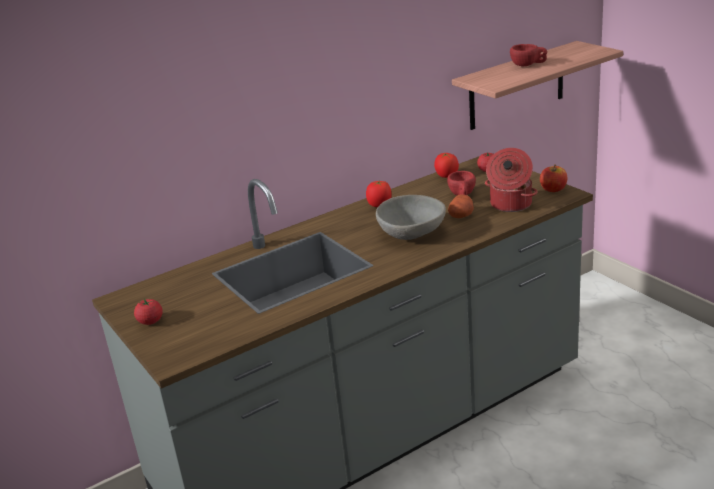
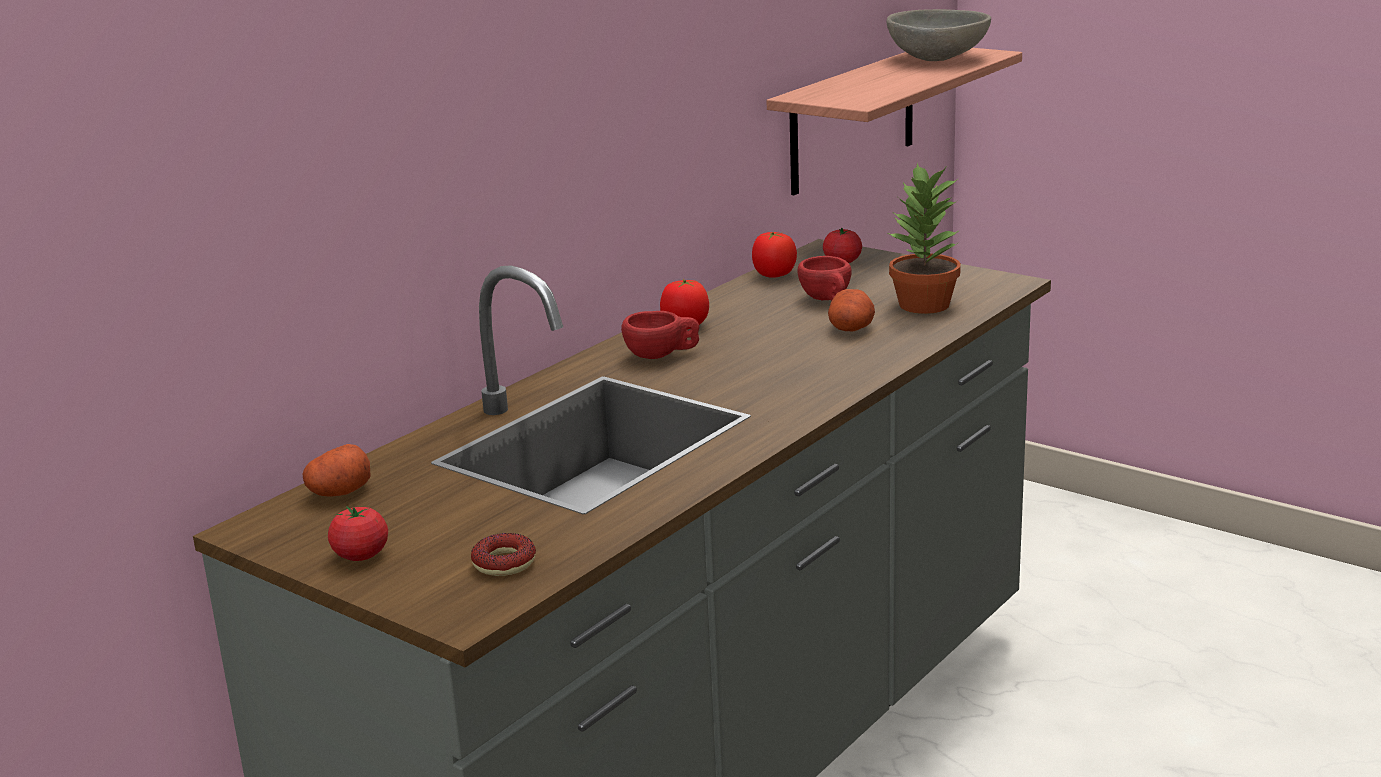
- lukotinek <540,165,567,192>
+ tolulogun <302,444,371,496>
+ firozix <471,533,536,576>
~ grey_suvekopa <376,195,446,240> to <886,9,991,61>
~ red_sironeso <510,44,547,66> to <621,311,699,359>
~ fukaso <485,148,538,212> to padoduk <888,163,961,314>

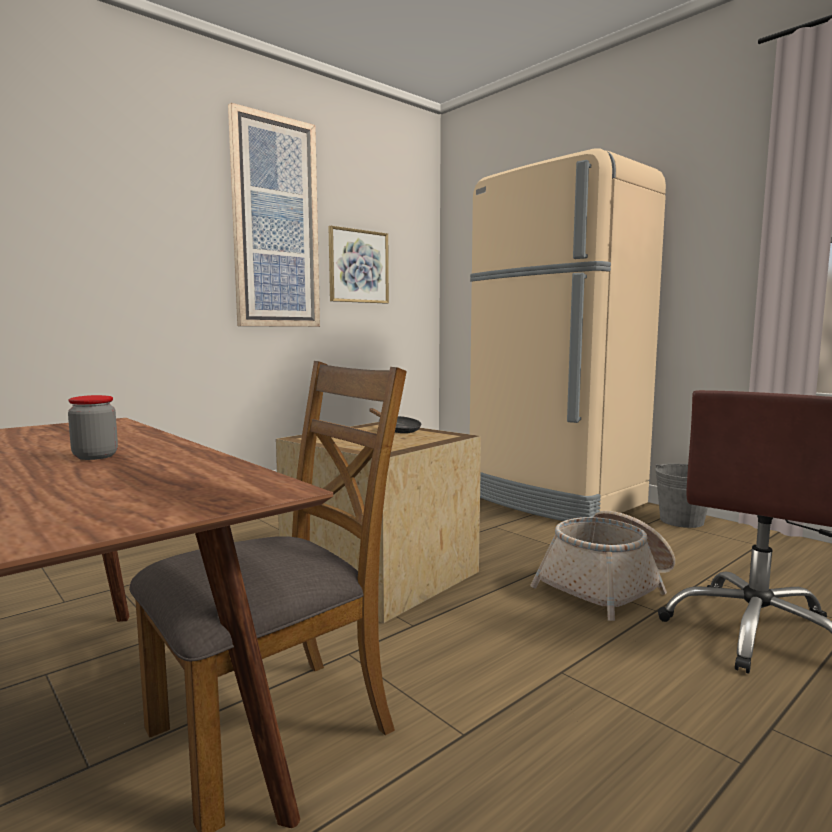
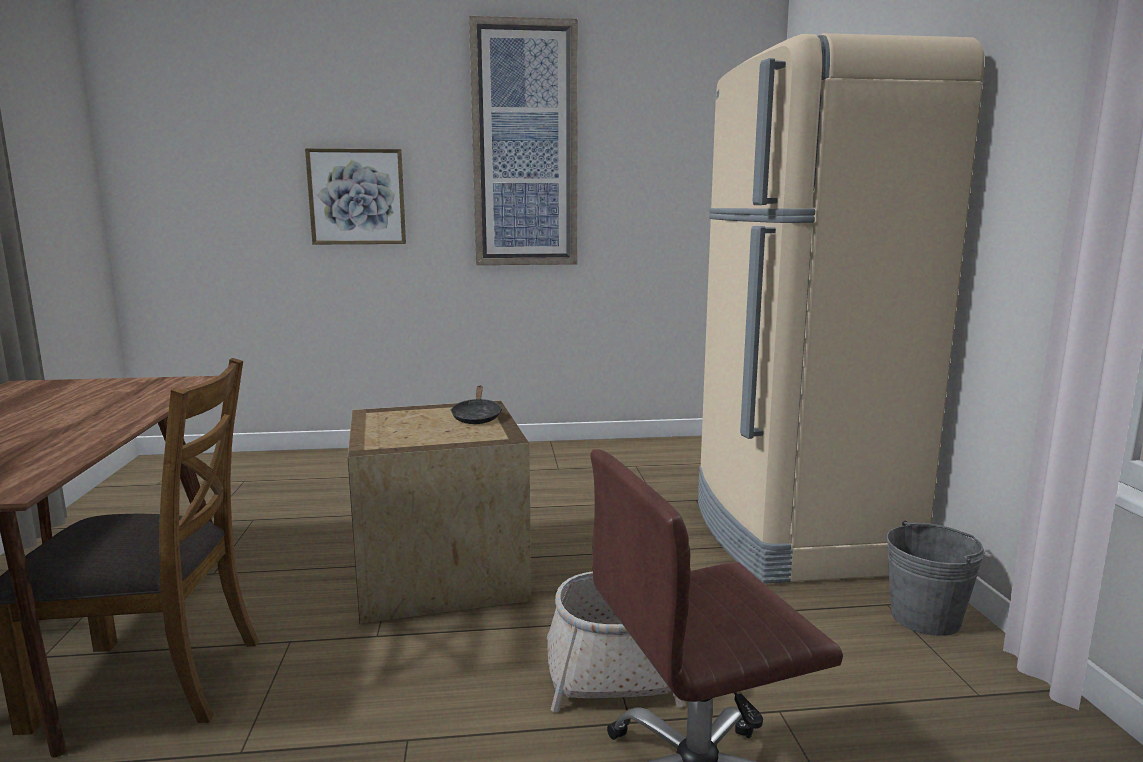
- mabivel <68,395,118,460>
~ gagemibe <328,226,389,304> to <305,148,406,244>

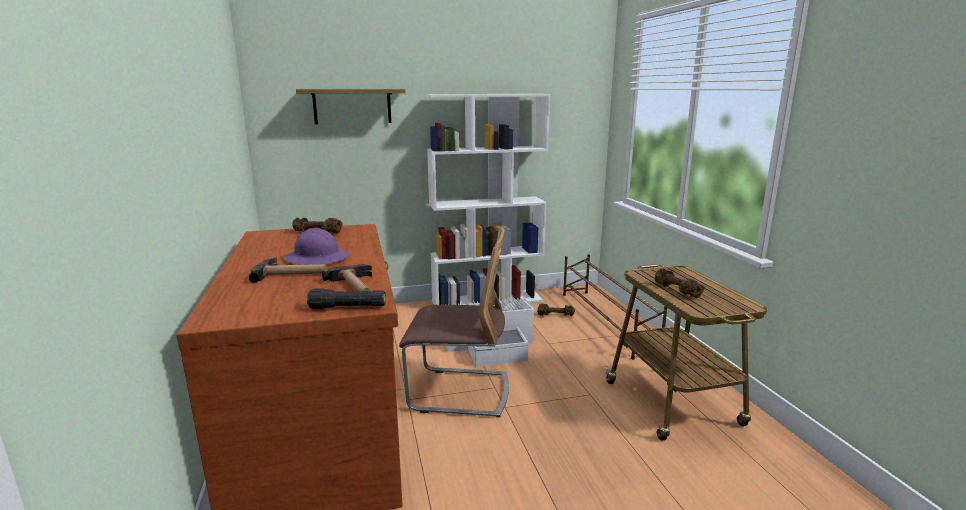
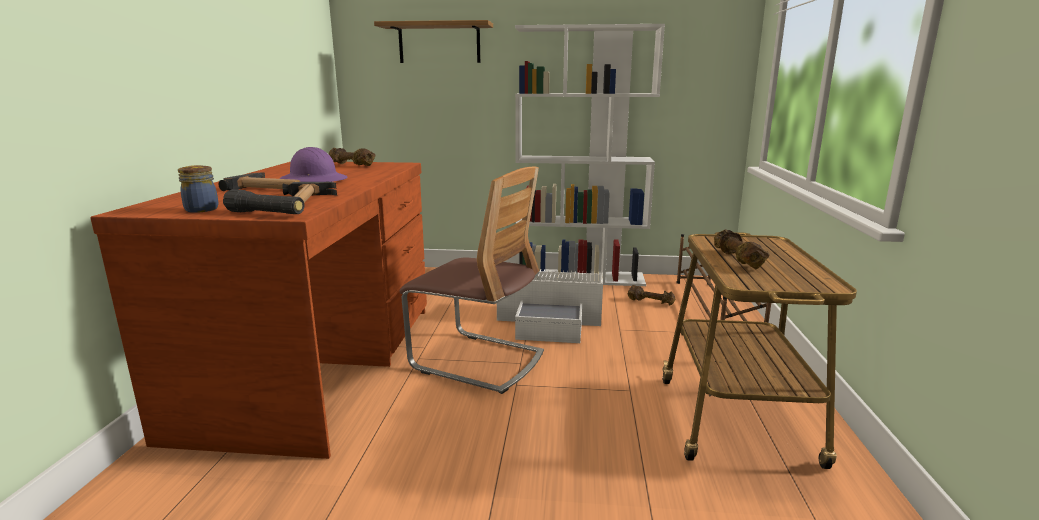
+ mabivel <178,165,219,213>

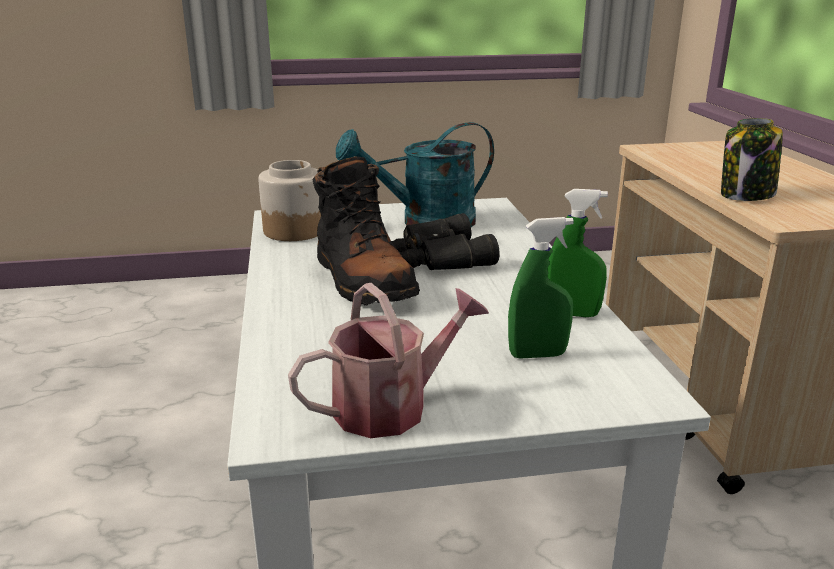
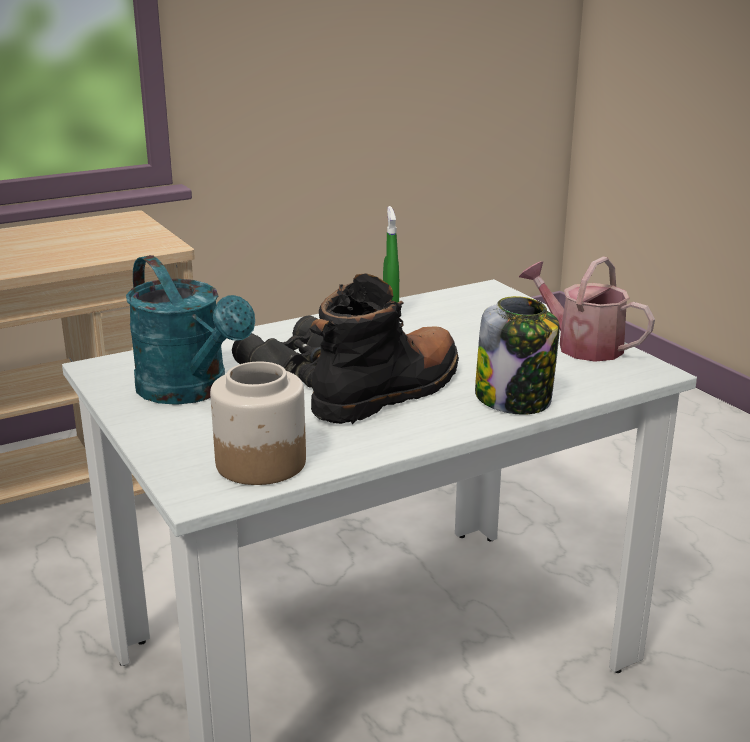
- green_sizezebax <508,217,574,359>
~ mabivel <721,118,783,201> to <475,296,560,415>

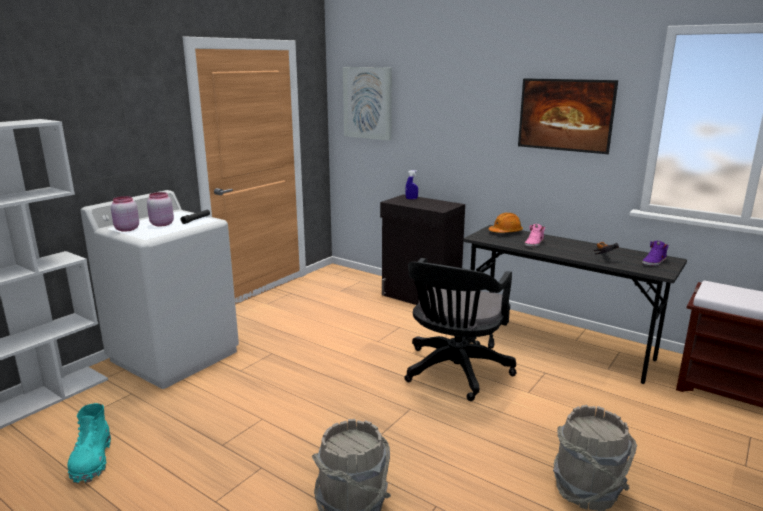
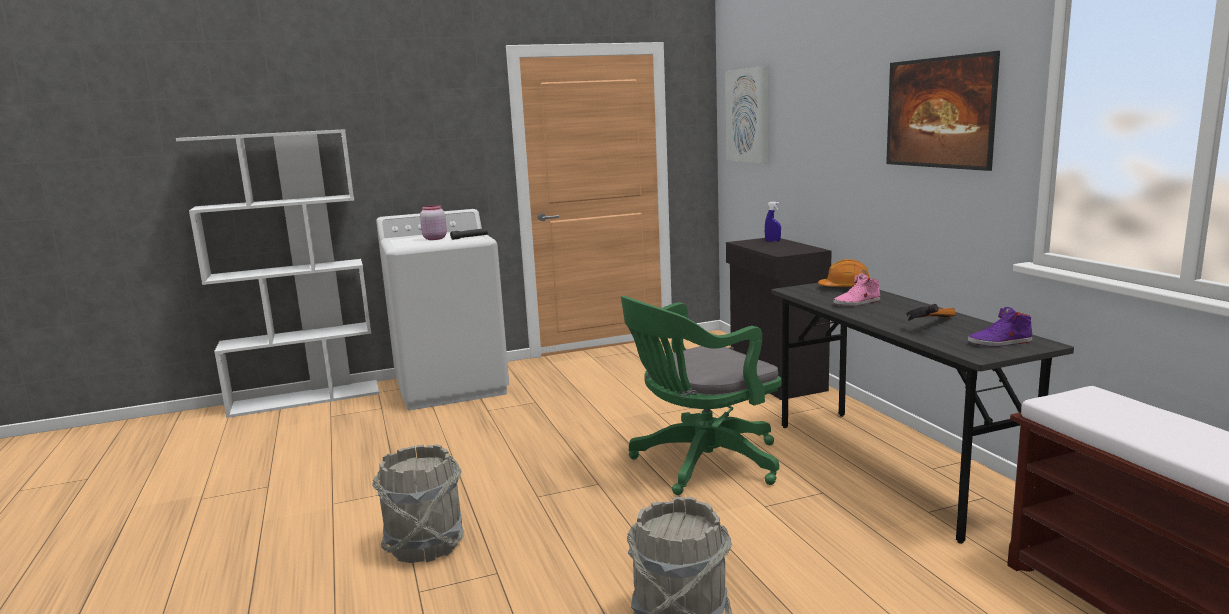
- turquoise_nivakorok <68,403,111,484>
- pink_mabivel <111,196,139,232>
~ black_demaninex <405,258,517,401> to green_demaninex <621,296,781,495>

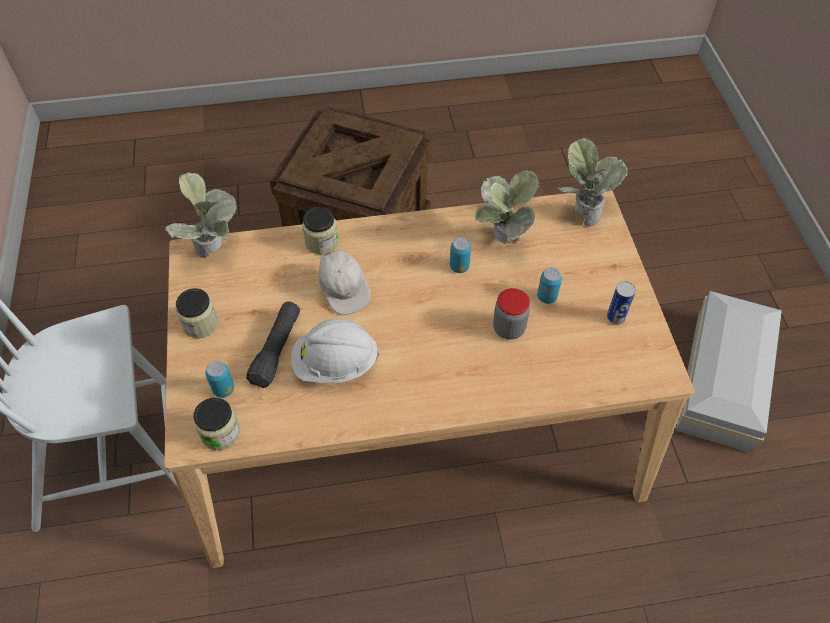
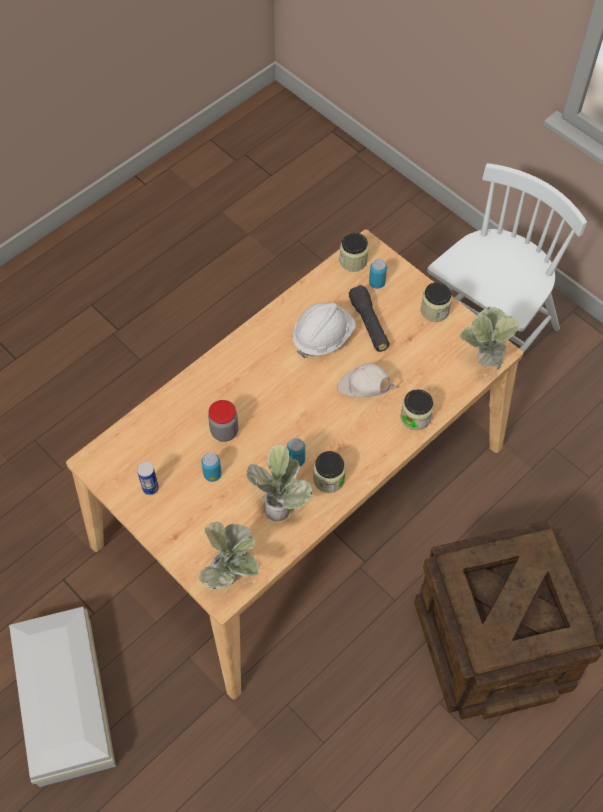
+ mabivel <313,451,346,493>

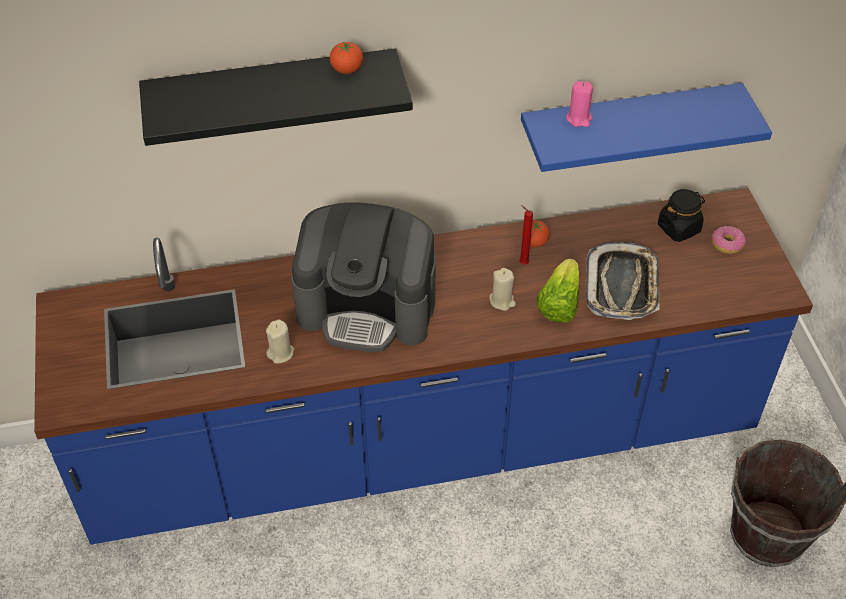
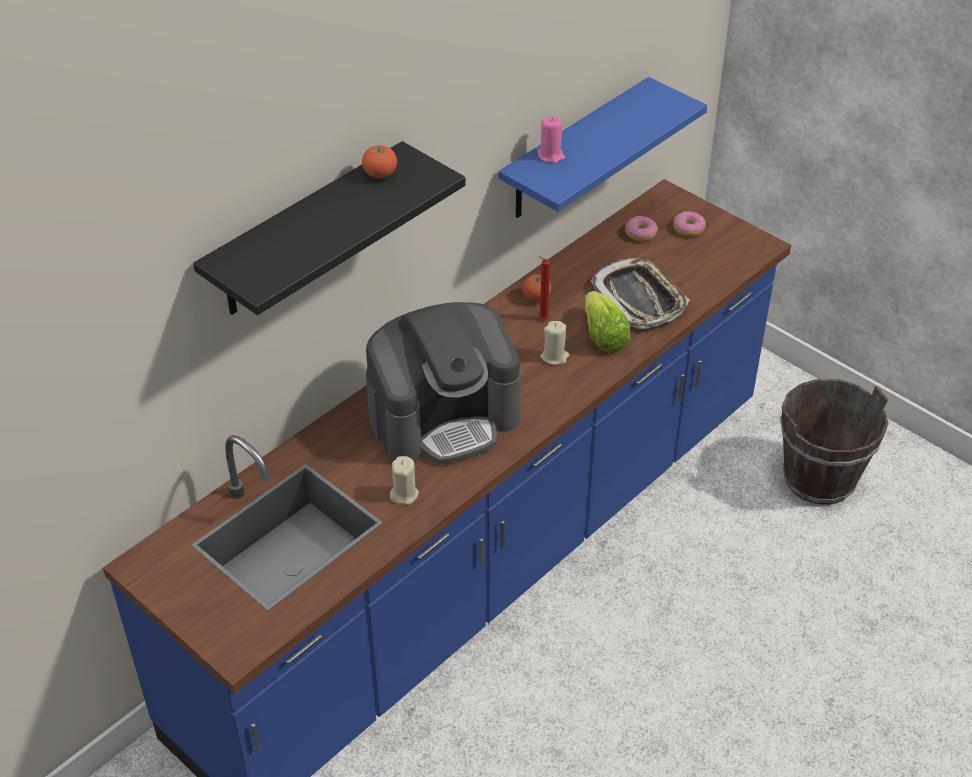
~ black_mabivel <658,189,705,242> to firozix <625,216,658,241>

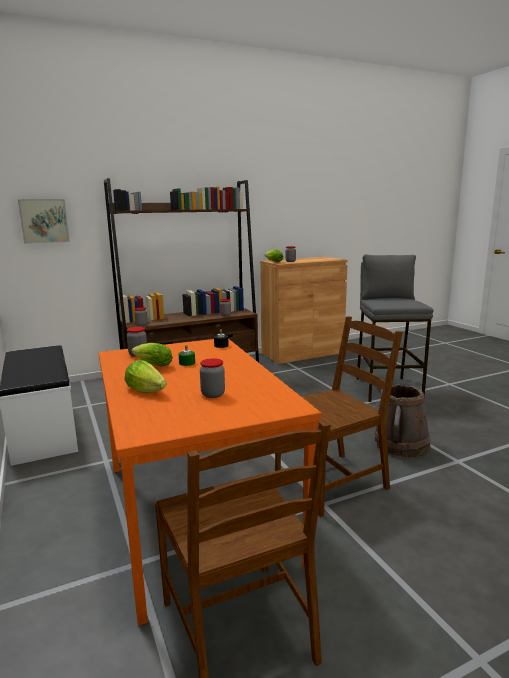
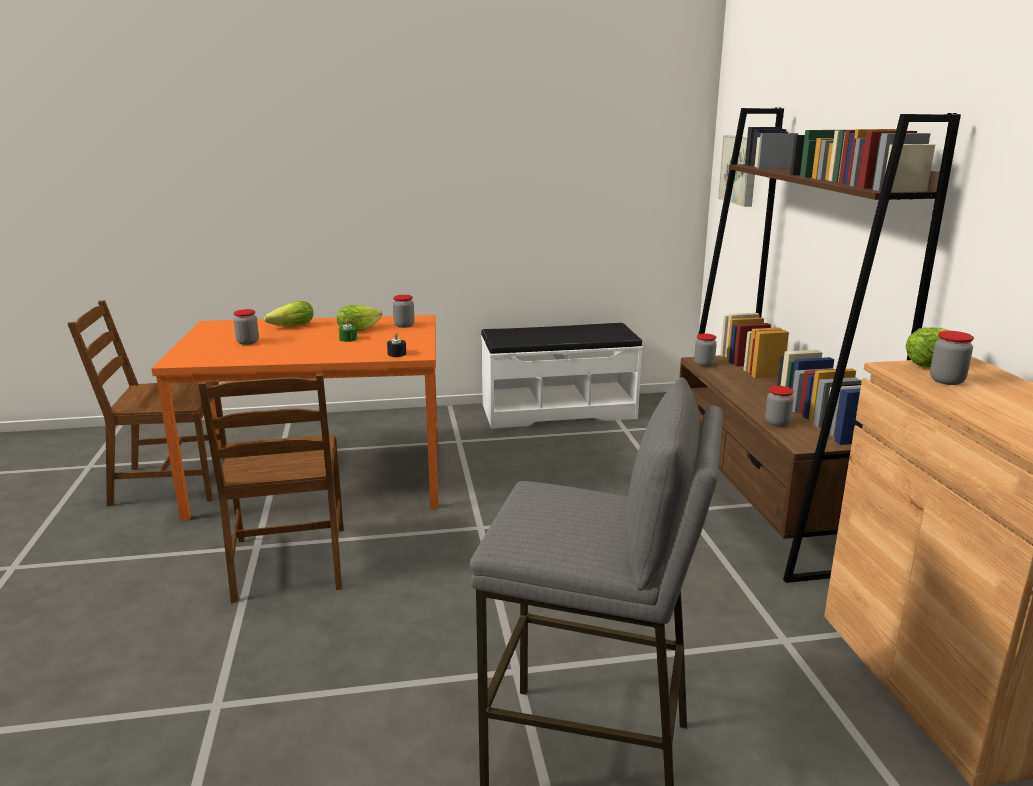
- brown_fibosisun <375,384,431,458>

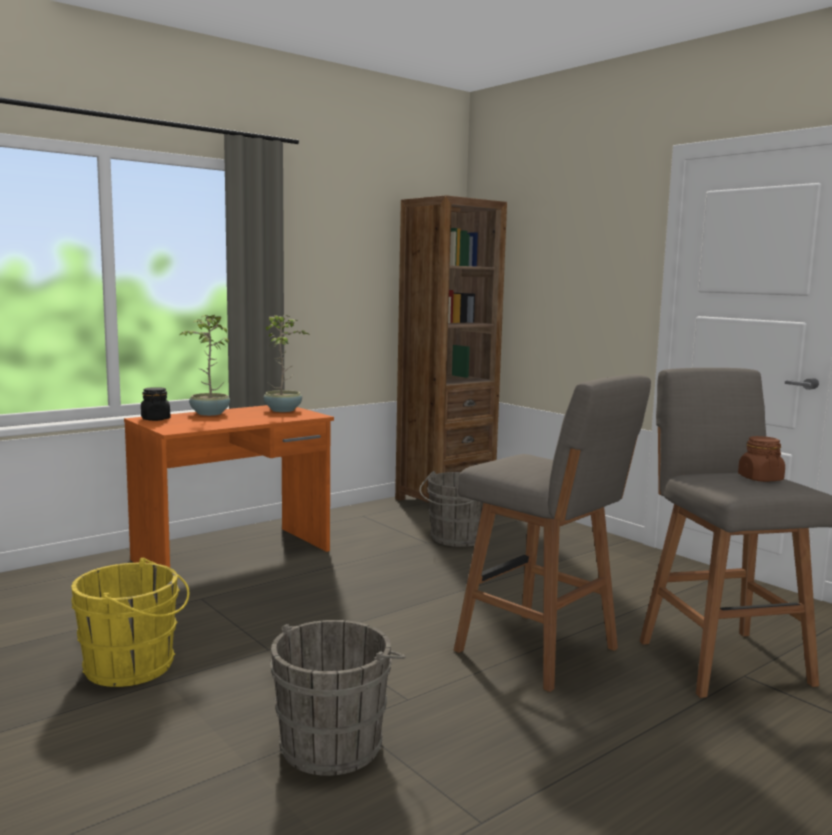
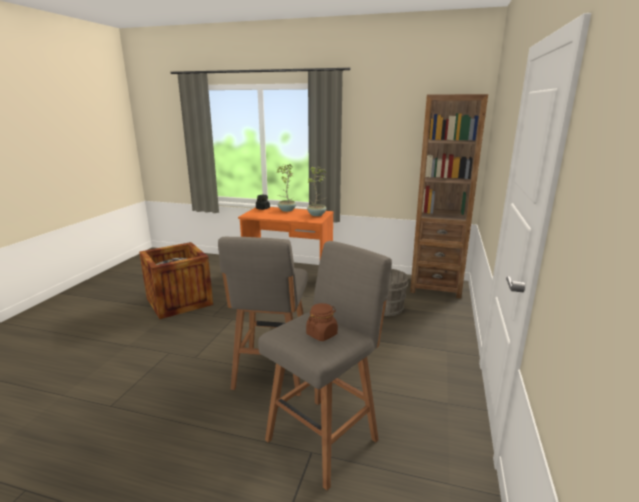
- grey_fibosisun <271,620,406,776>
~ yellow_fibosisun <71,558,189,687> to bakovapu <139,242,213,319>

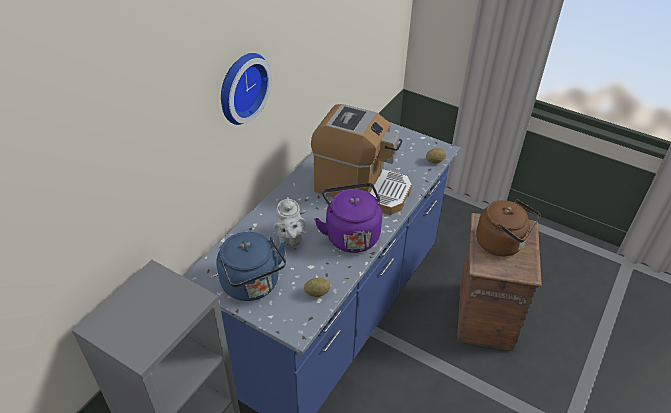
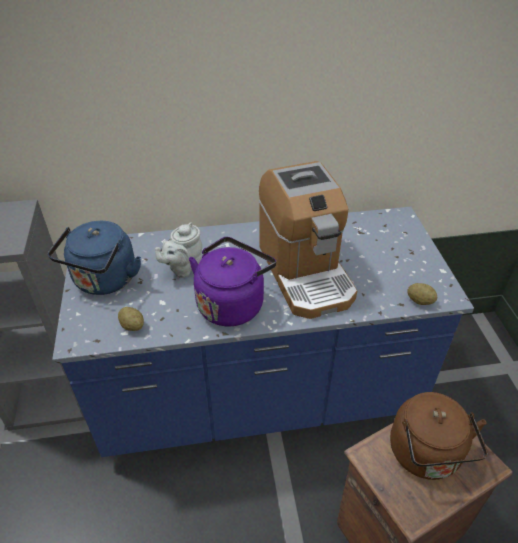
- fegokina <221,53,272,125>

